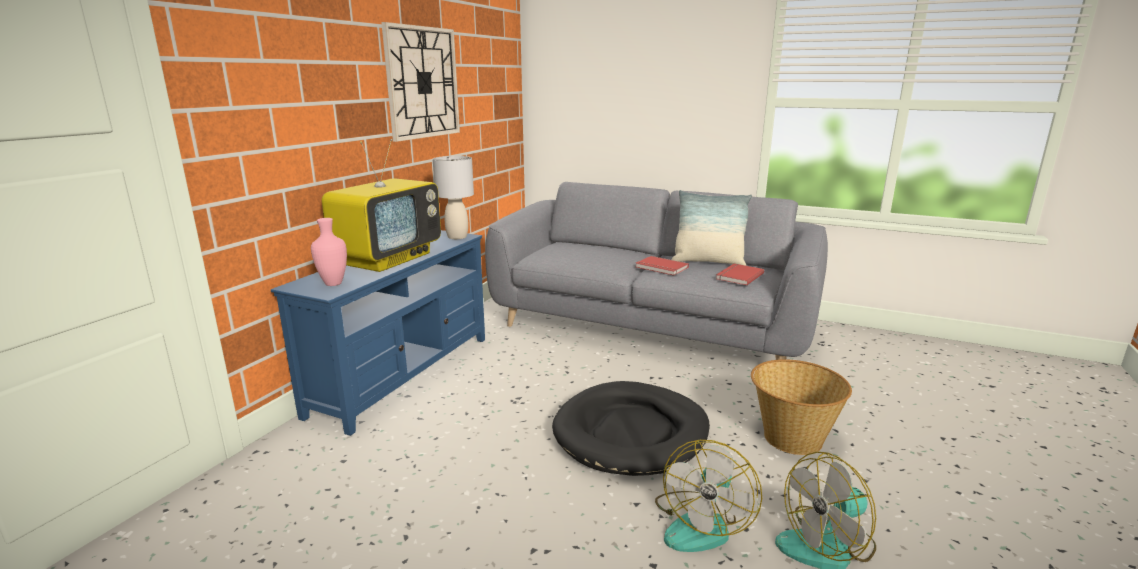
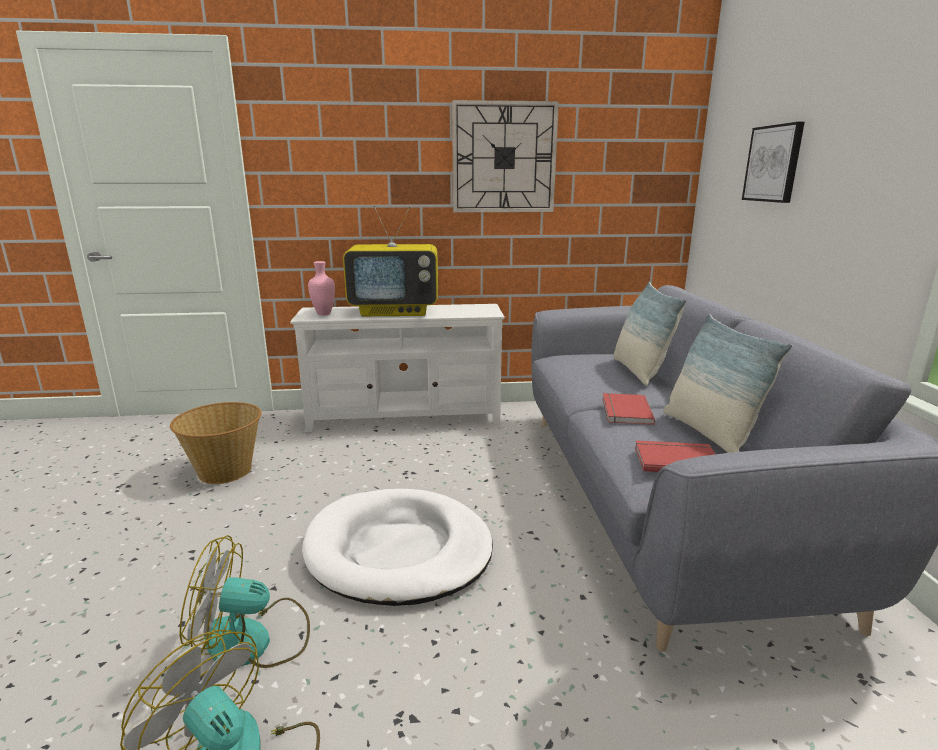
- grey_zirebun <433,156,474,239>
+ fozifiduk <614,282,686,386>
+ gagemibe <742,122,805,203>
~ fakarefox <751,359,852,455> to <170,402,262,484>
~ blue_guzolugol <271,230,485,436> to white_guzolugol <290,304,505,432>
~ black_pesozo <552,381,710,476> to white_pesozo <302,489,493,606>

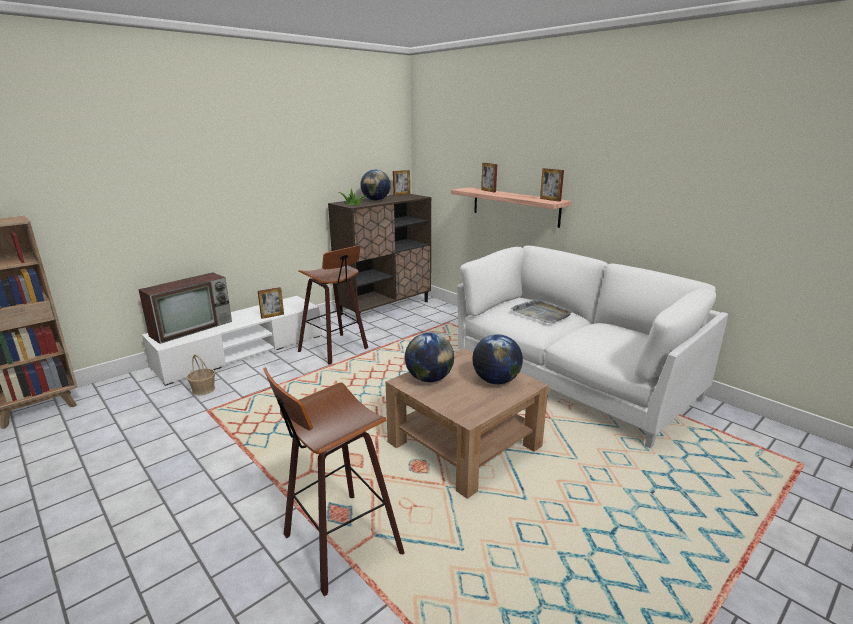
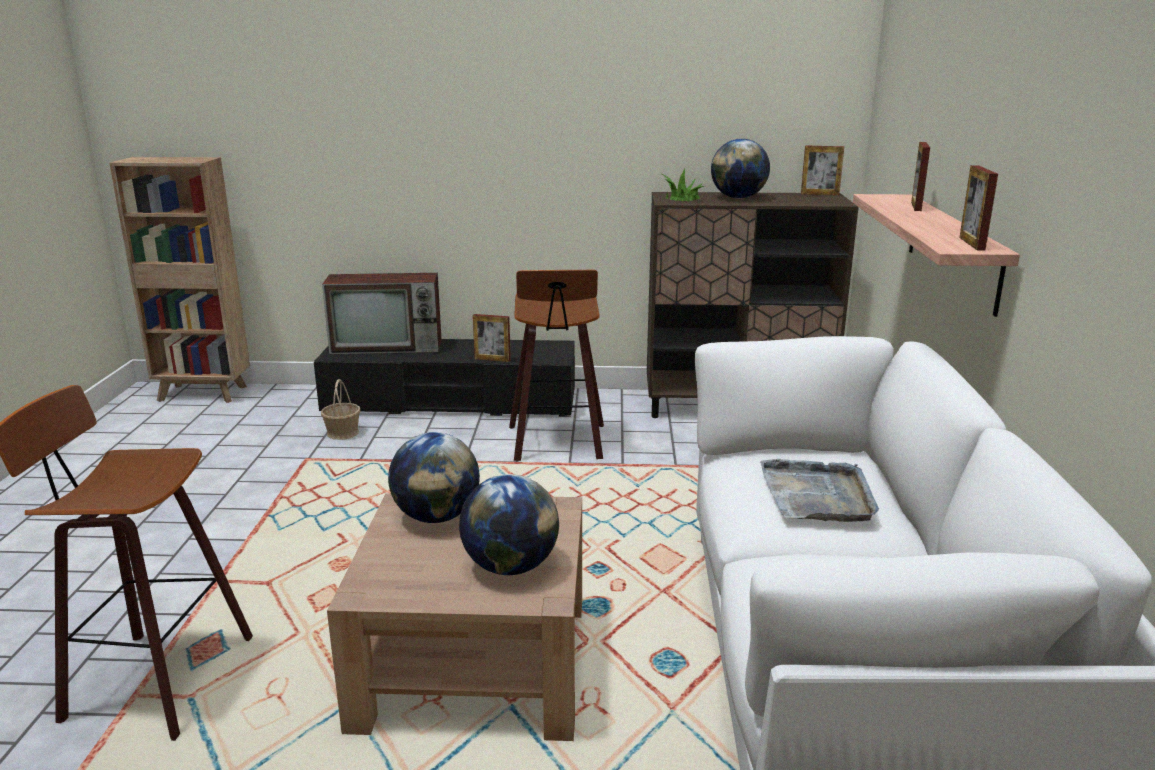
~ white_guzolugol <142,296,321,386> to black_guzolugol <314,339,575,417>

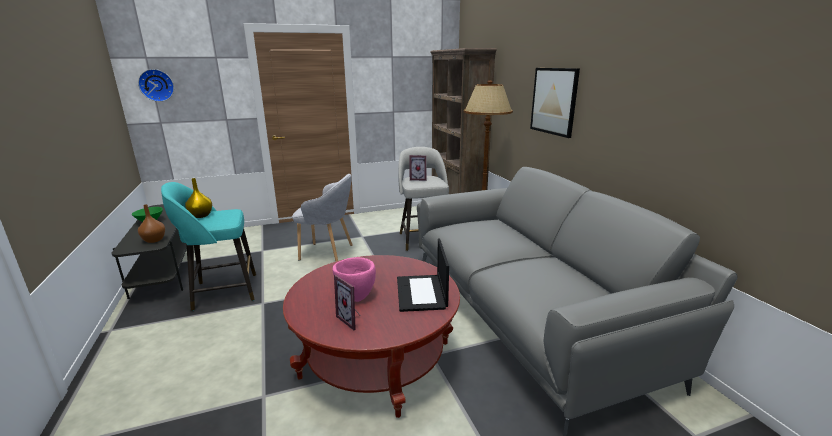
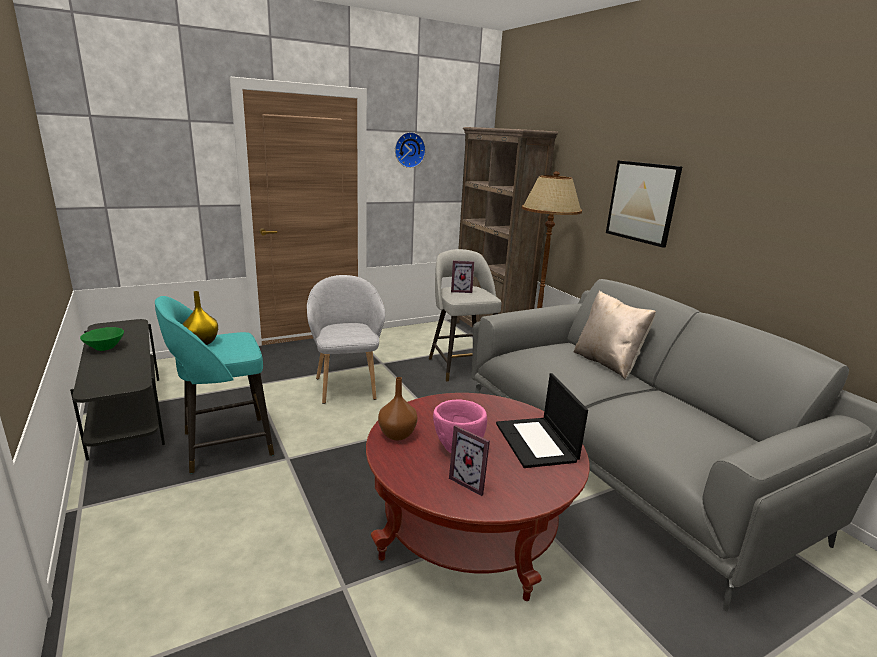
+ beige_fozifiduk <574,291,656,379>
~ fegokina <138,69,174,102> to <395,132,426,168>
~ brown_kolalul <138,204,165,243> to <378,377,418,440>
~ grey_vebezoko <292,174,353,261> = <307,275,385,404> 105 degrees counterclockwise

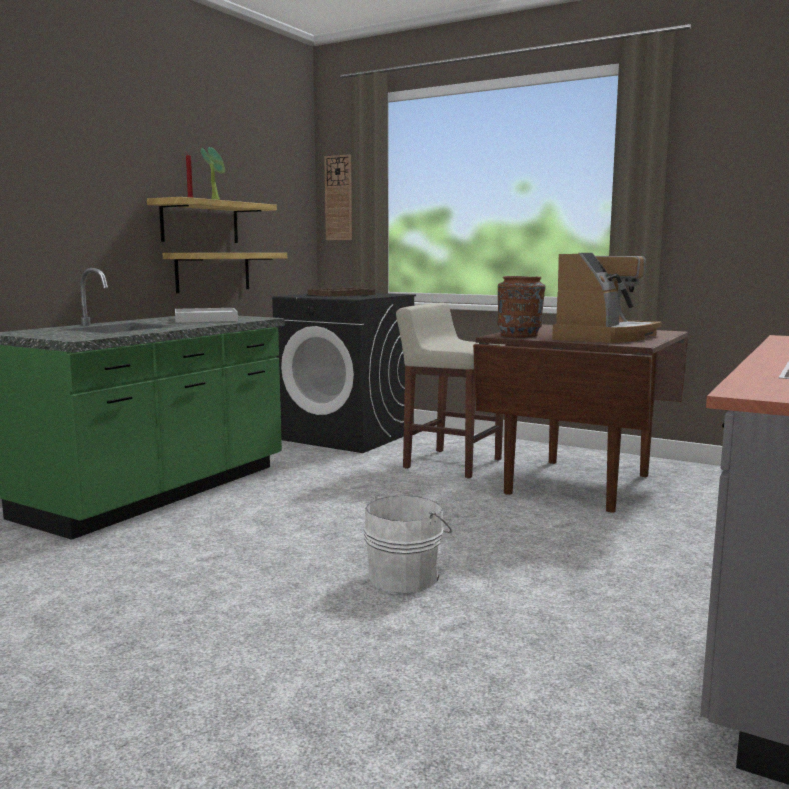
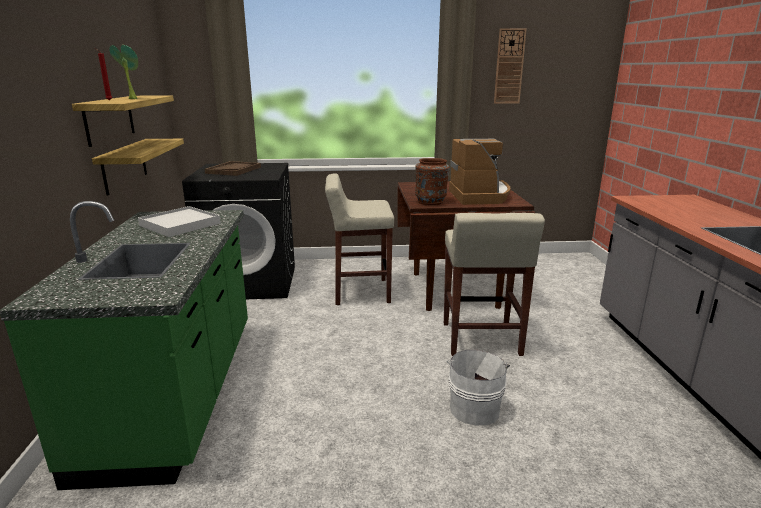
+ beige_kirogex <444,213,545,356>
~ fegokina <324,154,352,240> to <494,28,526,104>

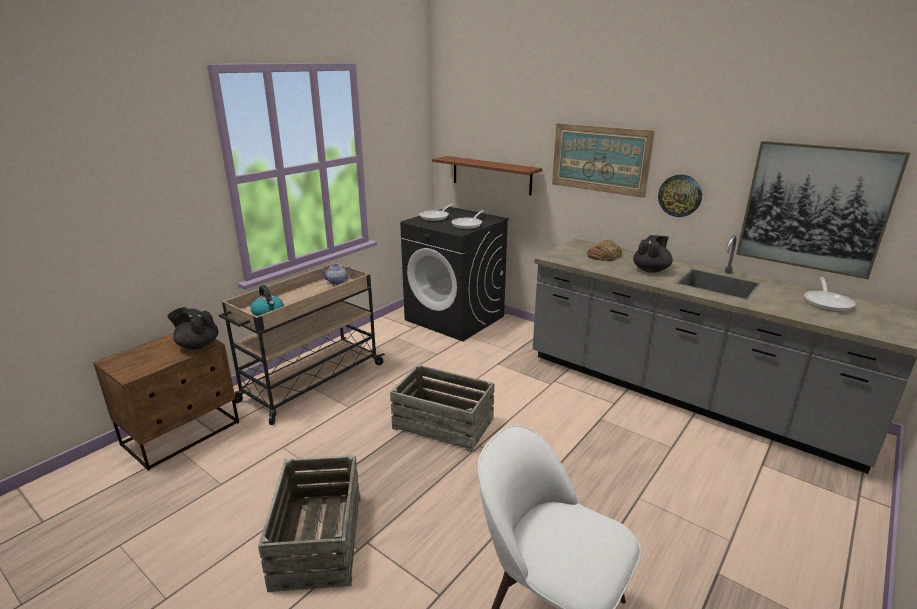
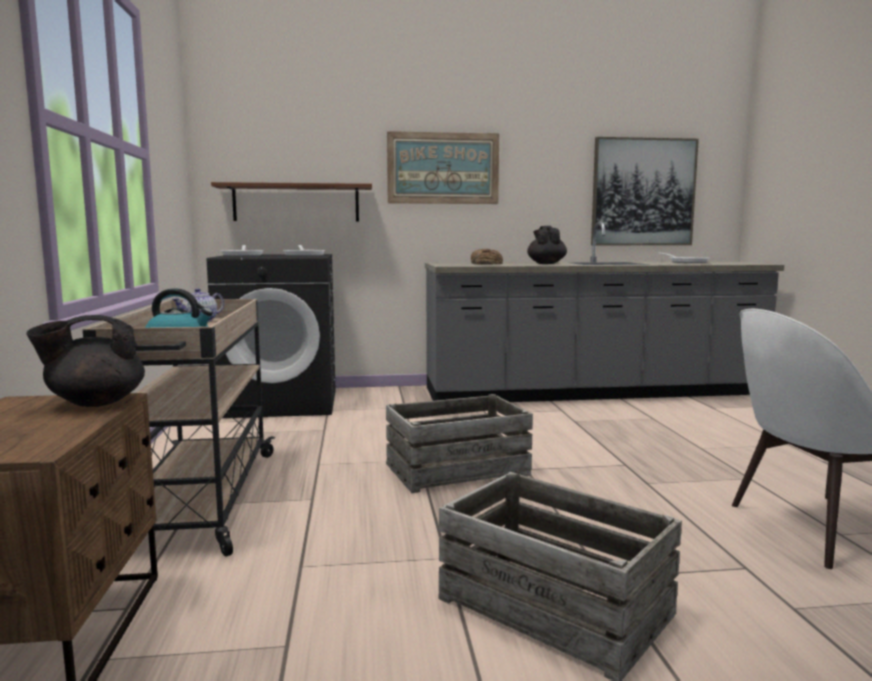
- fegokina <658,174,702,217>

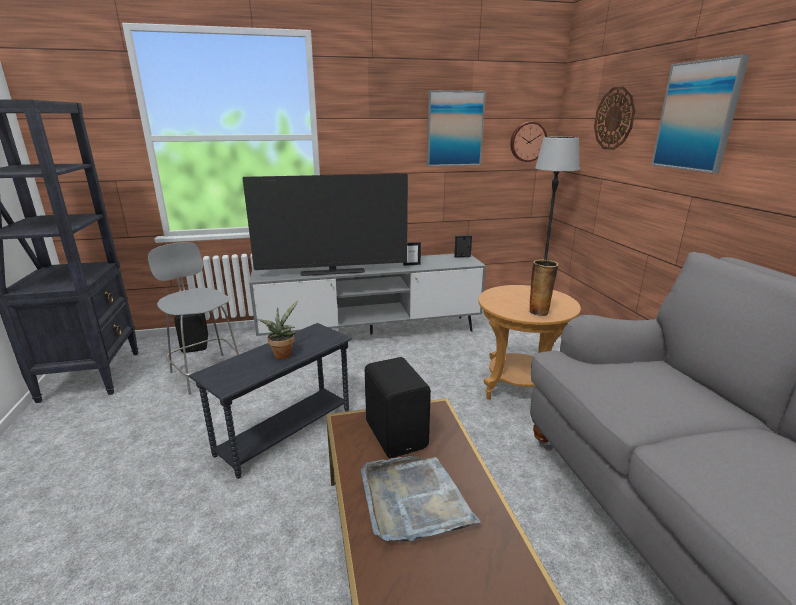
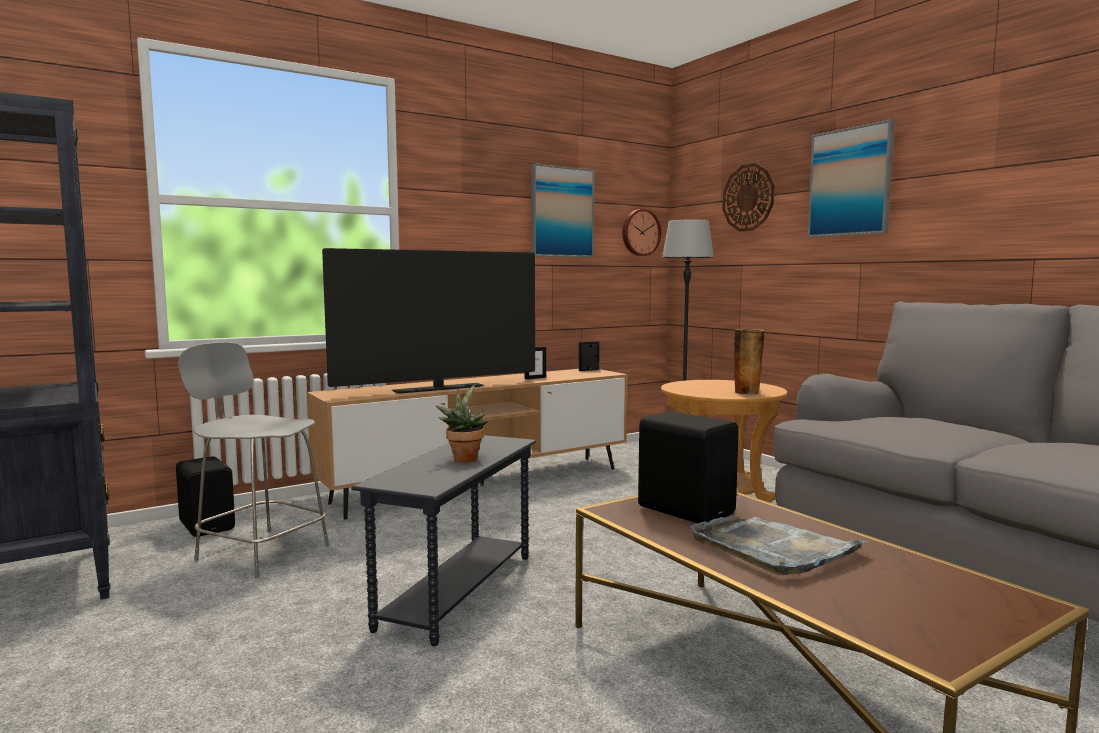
~ grey_guzolugol <249,254,486,336> to brown_guzolugol <307,369,628,520>

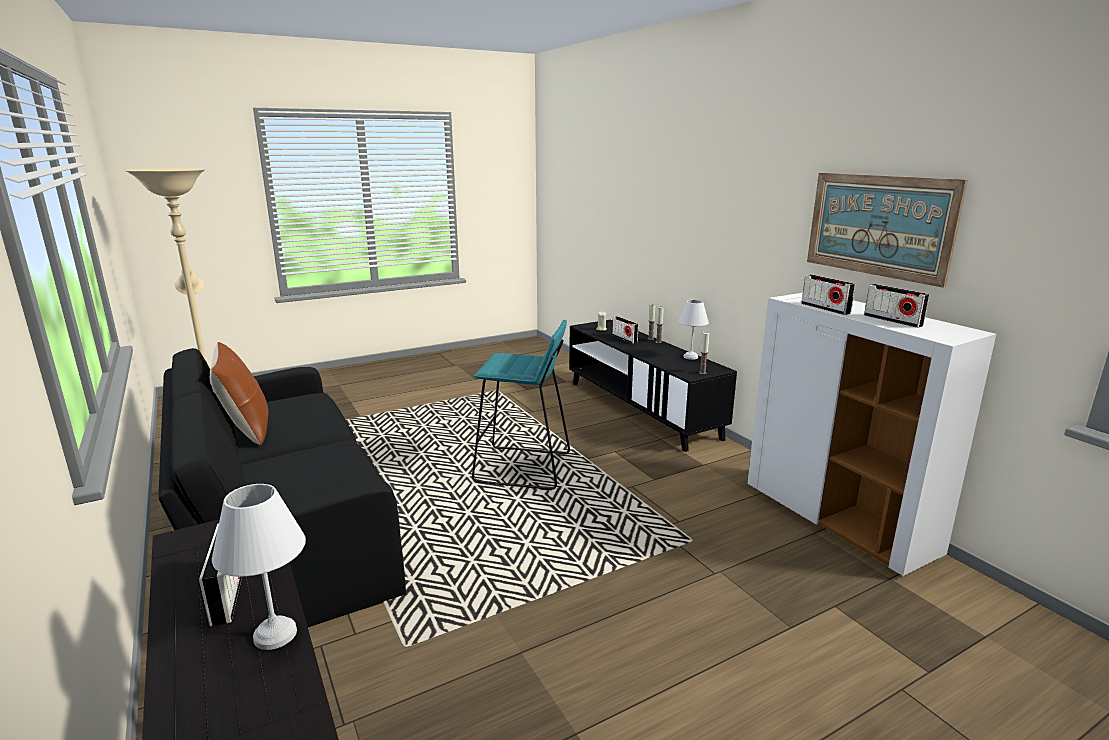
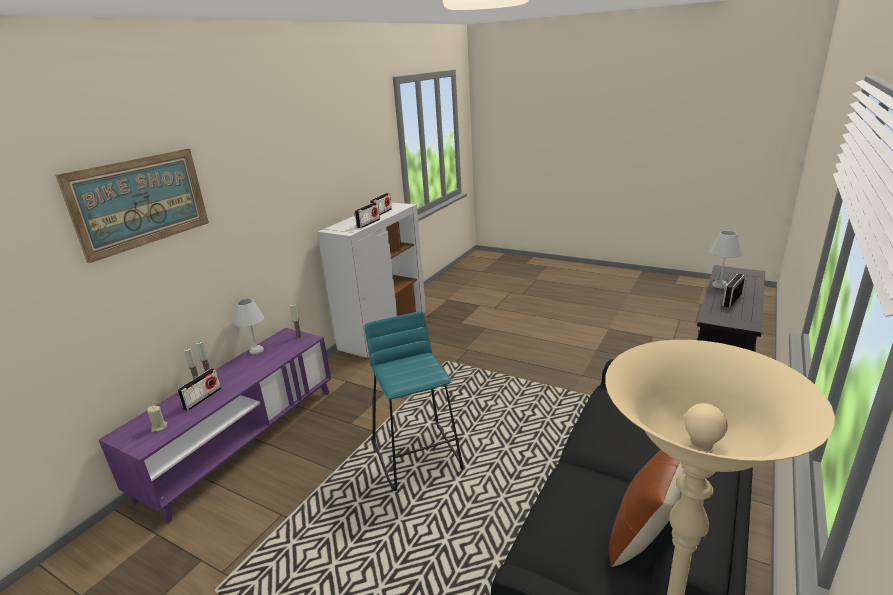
~ gagemibe <807,173,968,288> to <55,148,209,263>
~ black_guzolugol <569,320,737,452> to purple_guzolugol <99,328,331,524>

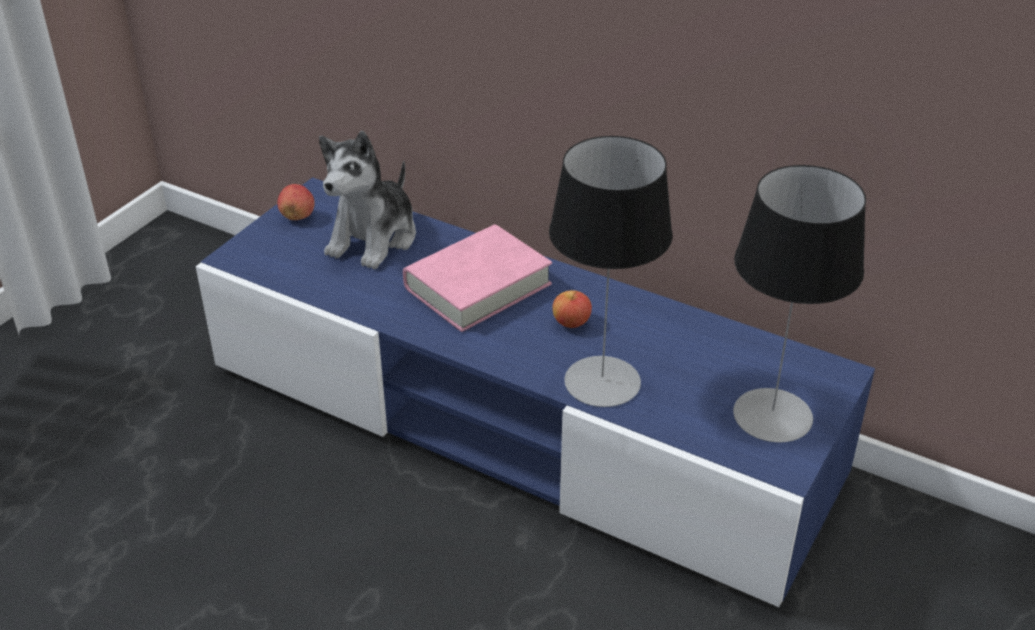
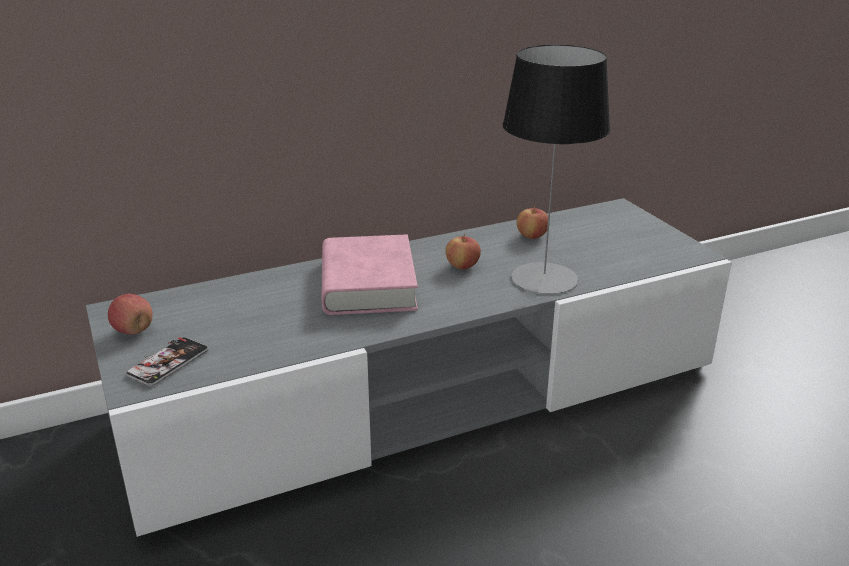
- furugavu <319,131,416,269>
- zirebun <733,165,866,443>
+ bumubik <126,337,209,386>
+ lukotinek <517,206,548,239>
~ blue_guzolugol <196,177,875,607> to grey_guzolugol <86,198,732,537>

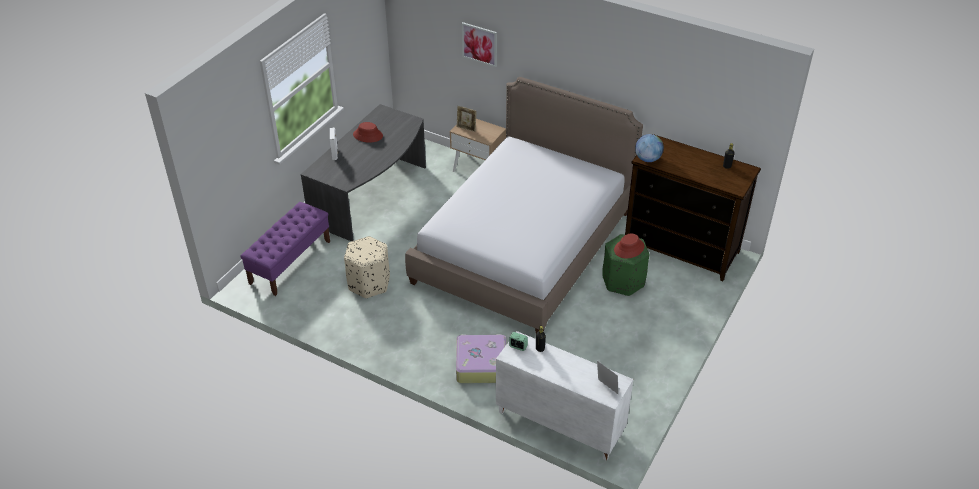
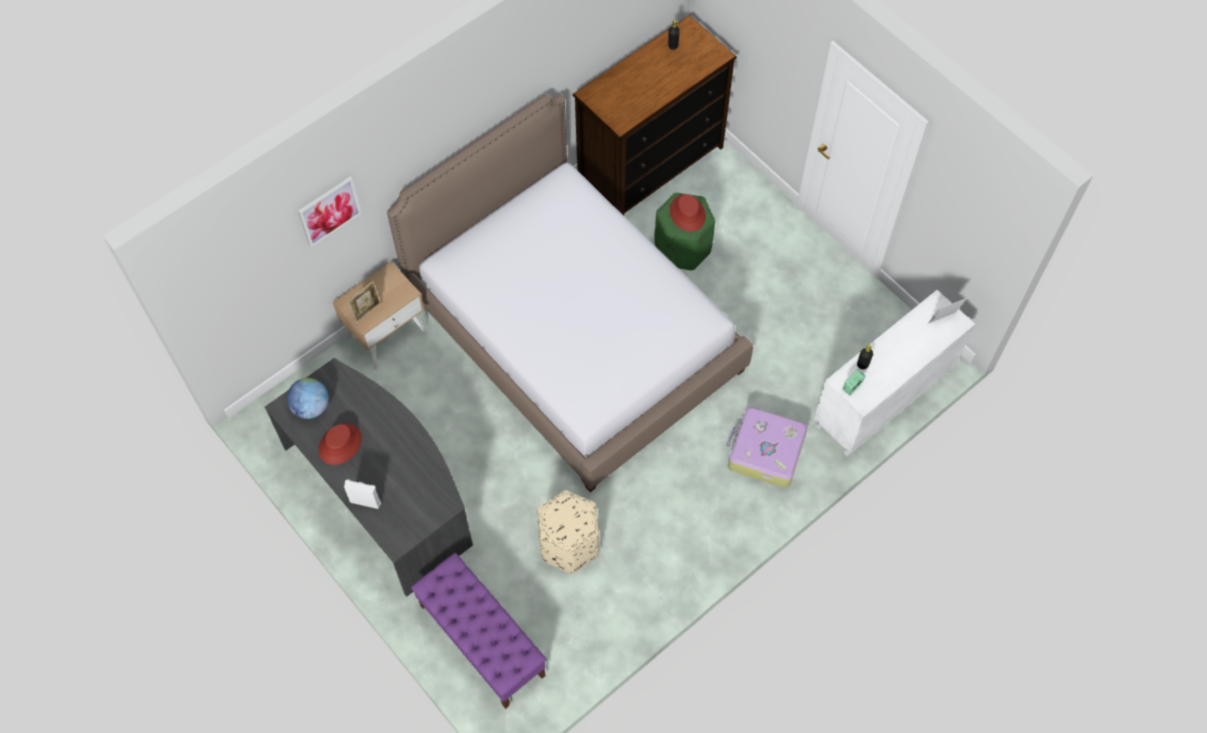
~ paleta <635,134,664,162> to <287,378,329,419>

